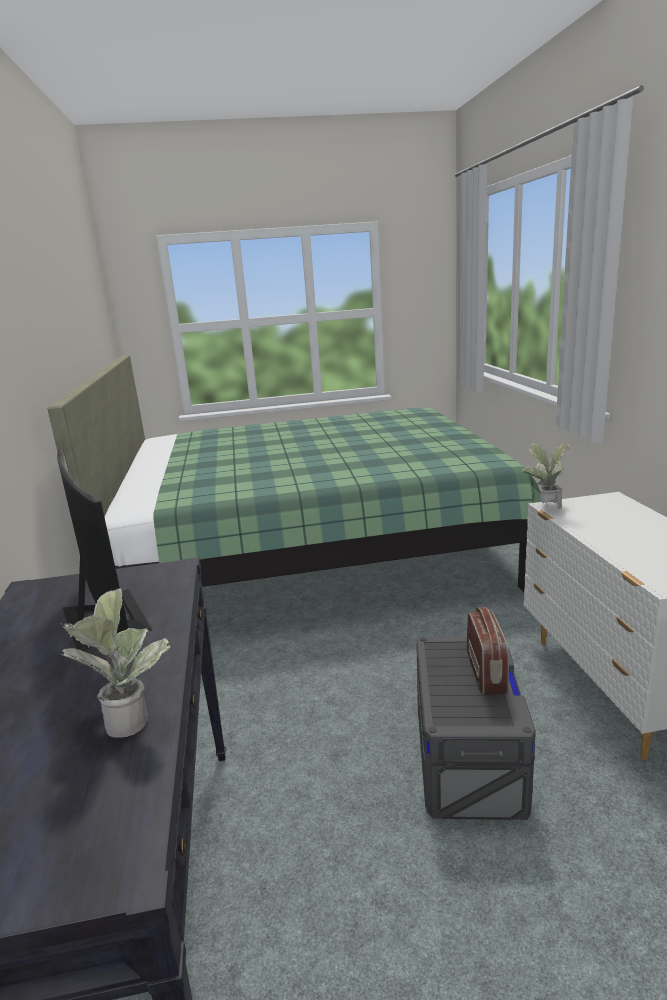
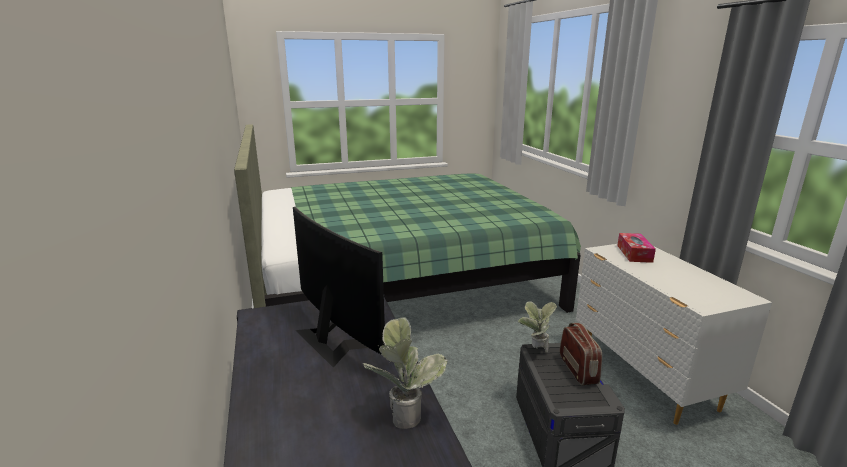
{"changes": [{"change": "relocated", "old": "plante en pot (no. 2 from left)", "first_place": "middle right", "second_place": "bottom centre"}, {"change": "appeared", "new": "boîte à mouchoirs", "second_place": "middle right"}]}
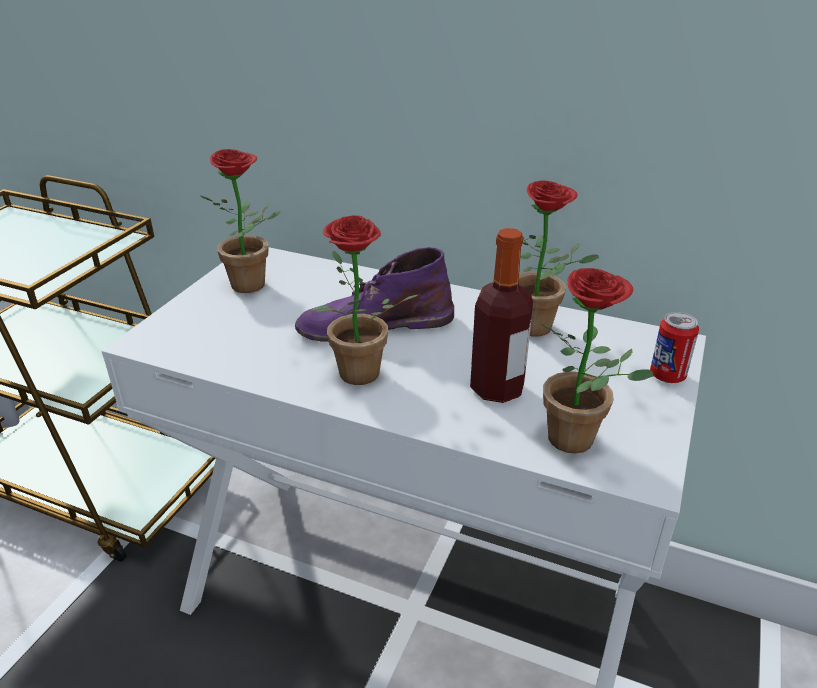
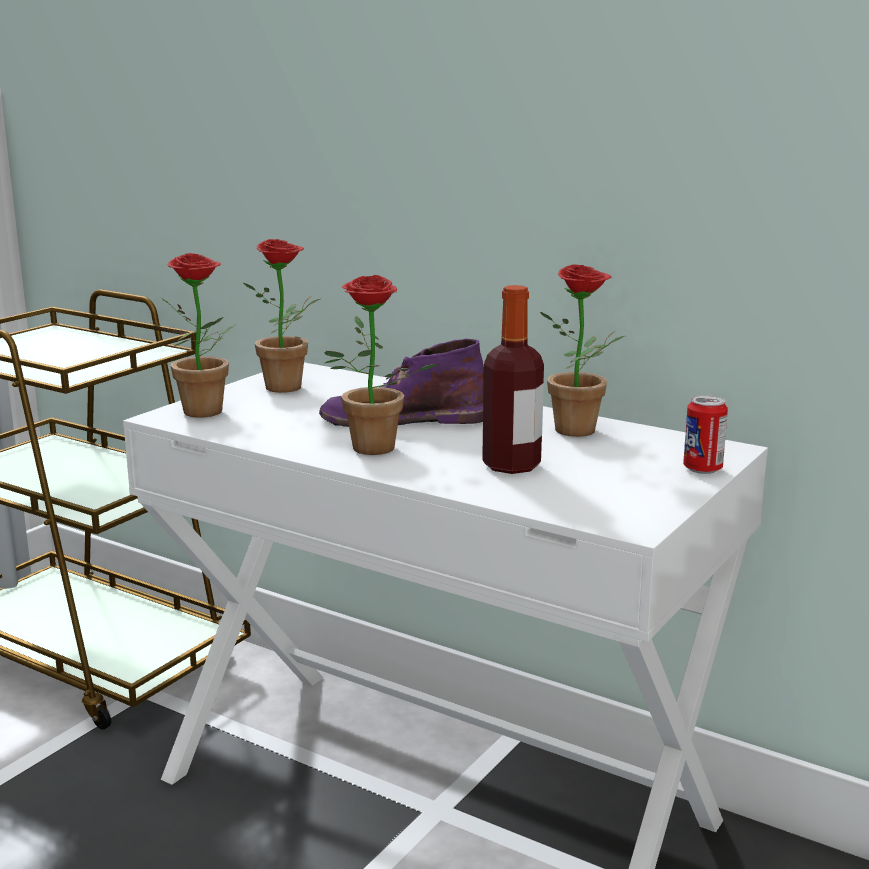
{"changes": [{"change": "relocated", "old": "plante en pot (no. 4 from left in the first image)", "new": "plante en pot (no. 1 from left)", "first_place": "middle right", "second_place": "middle left"}]}
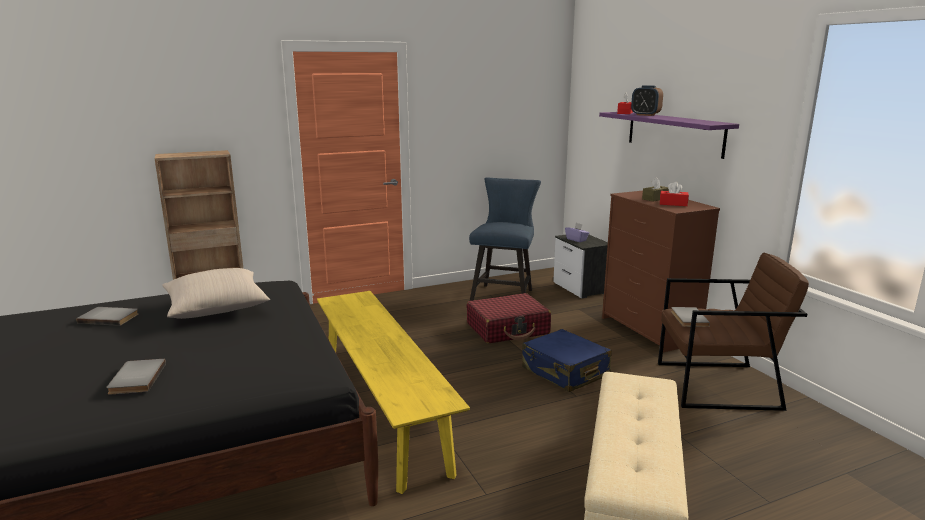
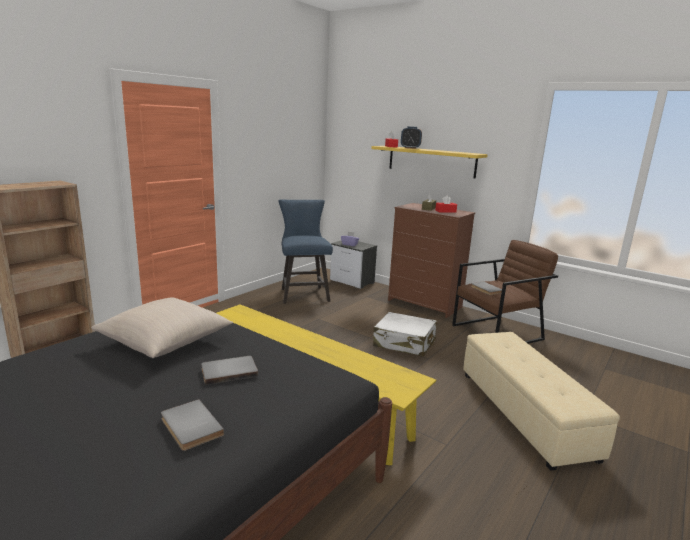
{"changes": [{"change": "relocated", "old": "livre (gris) (no. 1 from left in the first image)", "new": "livre (gris) (no. 2 from left)", "first_place": "middle left", "second_place": "bottom left"}, {"change": "missing", "old": "valise (rouge)", "first_place": "centre"}, {"change": "colour", "old": "valise (bleu)", "new": "valise (blanc)", "first_place": "bottom centre", "second_place": "centre"}, {"change": "colour", "old": "étagère (violet)", "new": "étagère (jaune)", "first_place": "top right", "second_place": "top centre"}]}
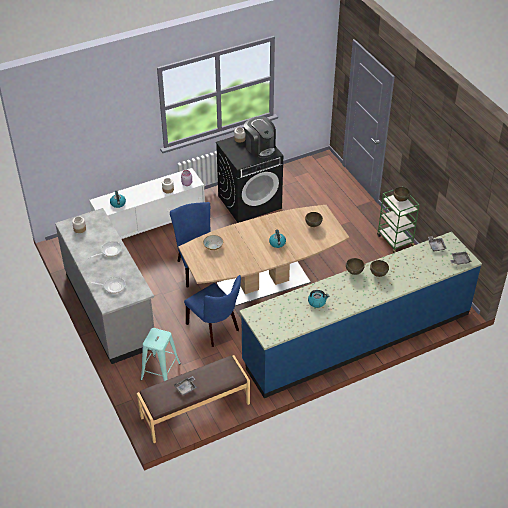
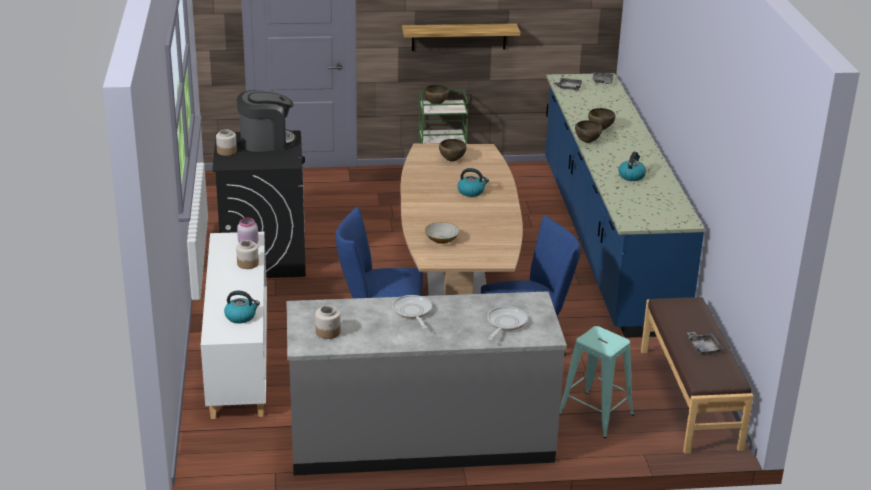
{"changes": [{"change": "appeared", "new": "étagère", "second_place": "top centre"}]}
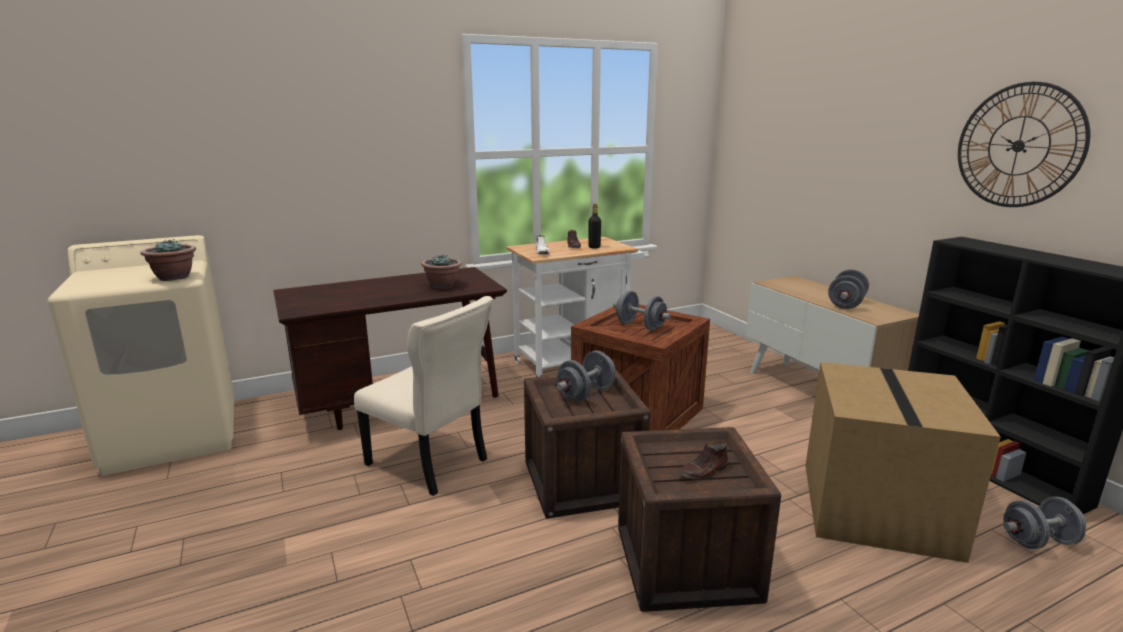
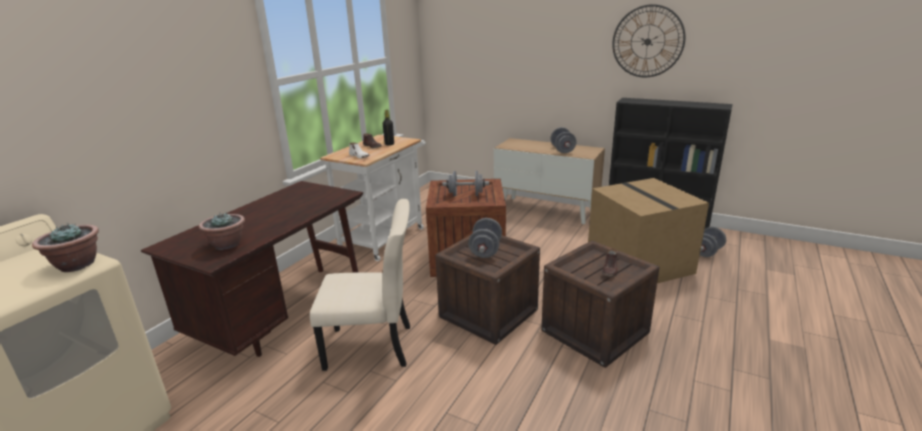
{"changes": [{"change": "relocated", "old": "plante en pot (no. 2 from left)", "first_place": "centre", "second_place": "middle left"}]}
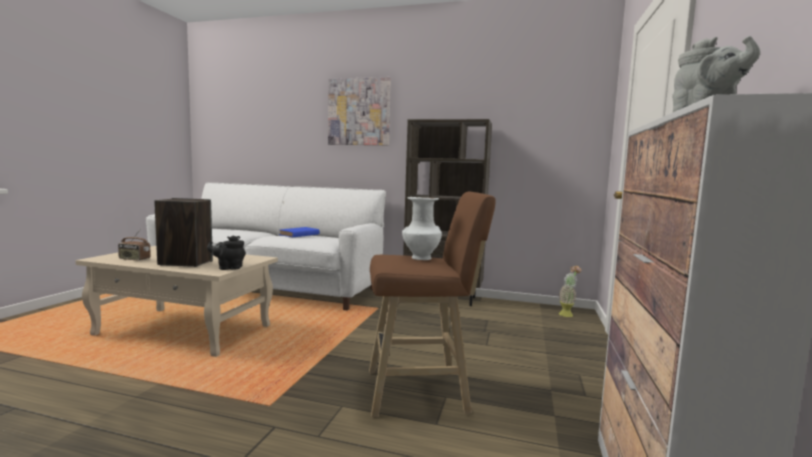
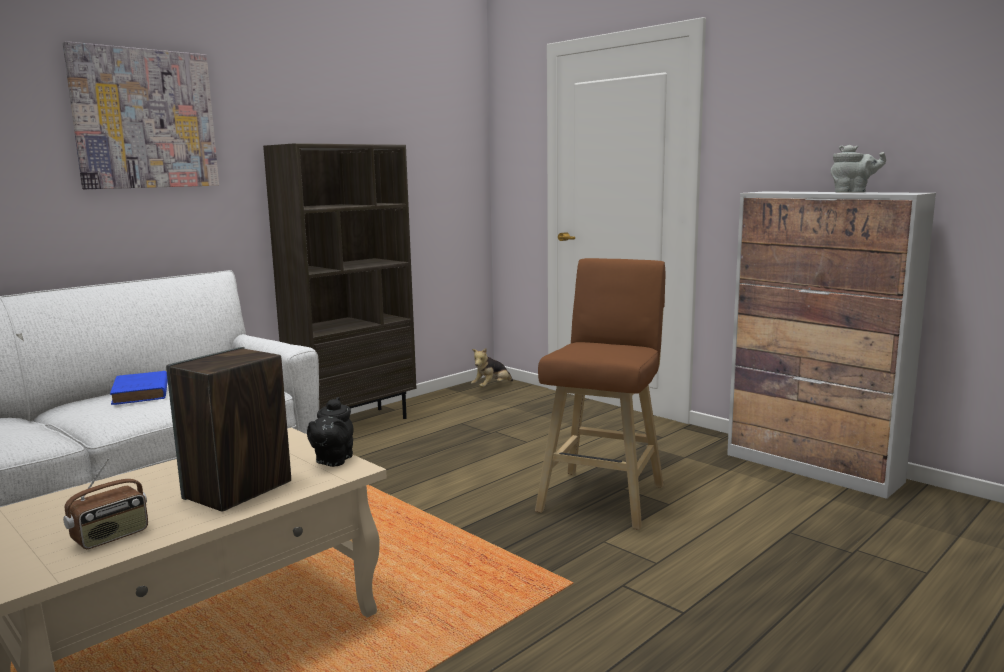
{"changes": [{"change": "missing", "old": "vase (blanc)", "first_place": "centre"}, {"change": "exchanged", "old": "plante en pot", "new": "peluche", "first_place": "middle right", "second_place": "centre"}]}
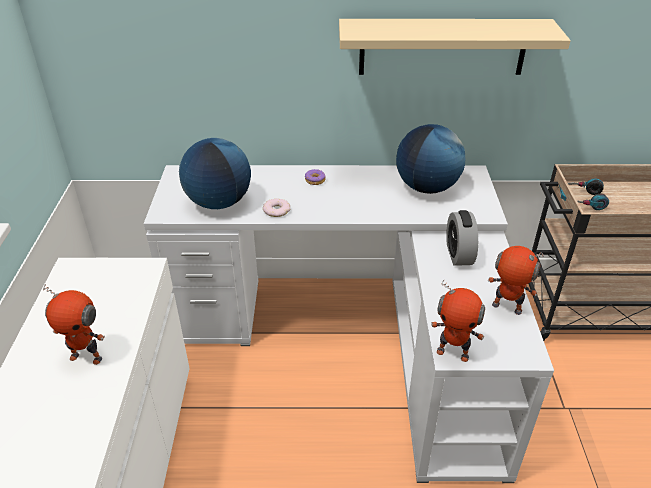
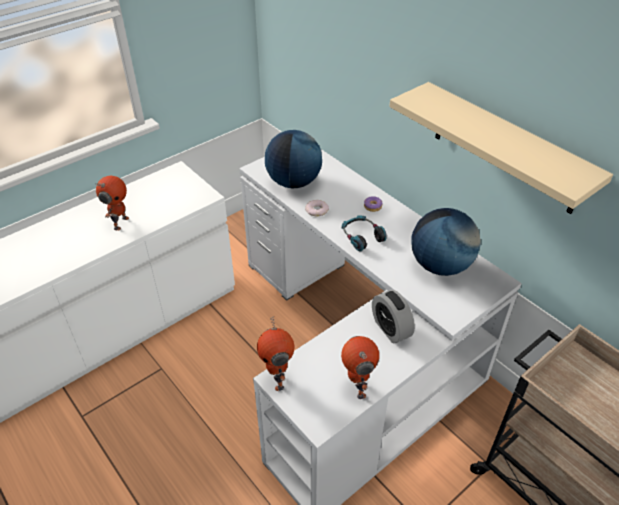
{"changes": [{"change": "spun", "old": "robot jouet (no. 1 from left)", "first_place": "middle left", "second_place": "middle left", "degrees": -135}, {"change": "spun", "old": "réveil", "first_place": "middle right", "second_place": "centre", "degrees": -75}, {"change": "relocated", "old": "casque audio", "first_place": "middle right", "second_place": "centre"}]}
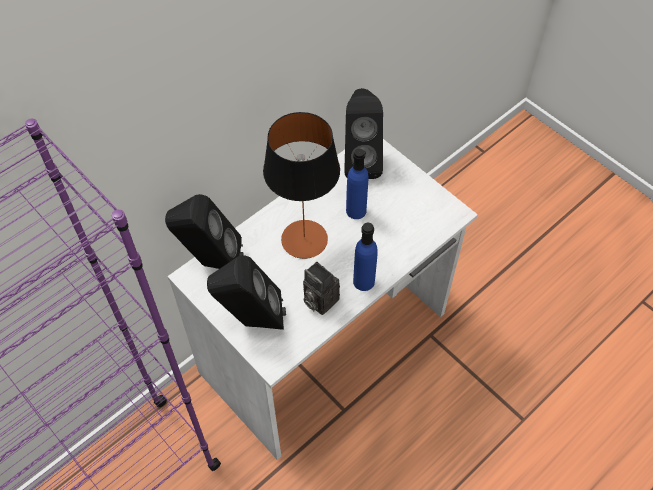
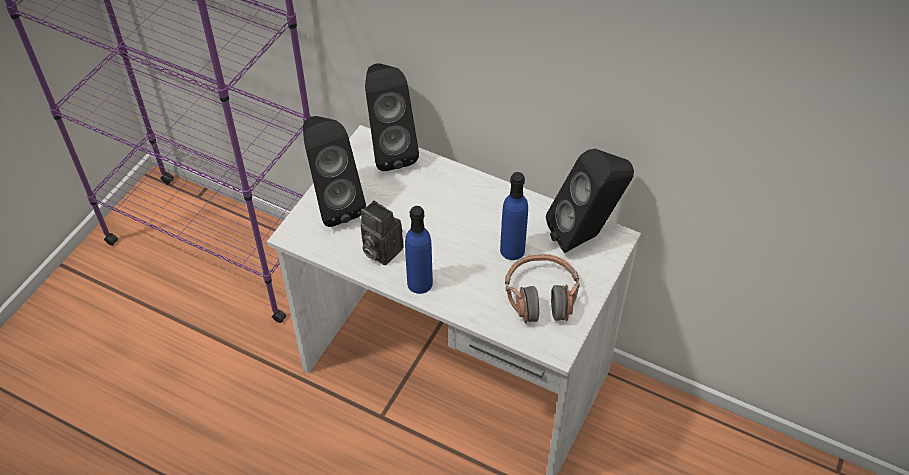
{"changes": [{"change": "missing", "old": "lampe de table", "first_place": "centre"}, {"change": "spun", "old": "appareil photo", "first_place": "centre", "second_place": "centre", "degrees": -75}, {"change": "appeared", "new": "casque audio", "second_place": "centre"}]}
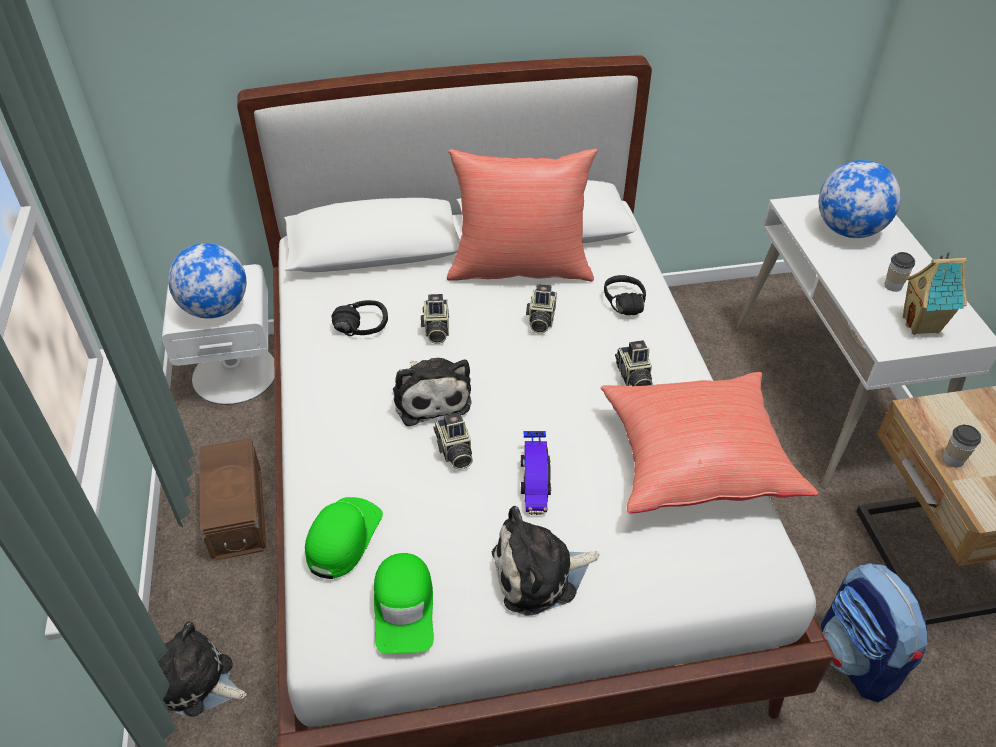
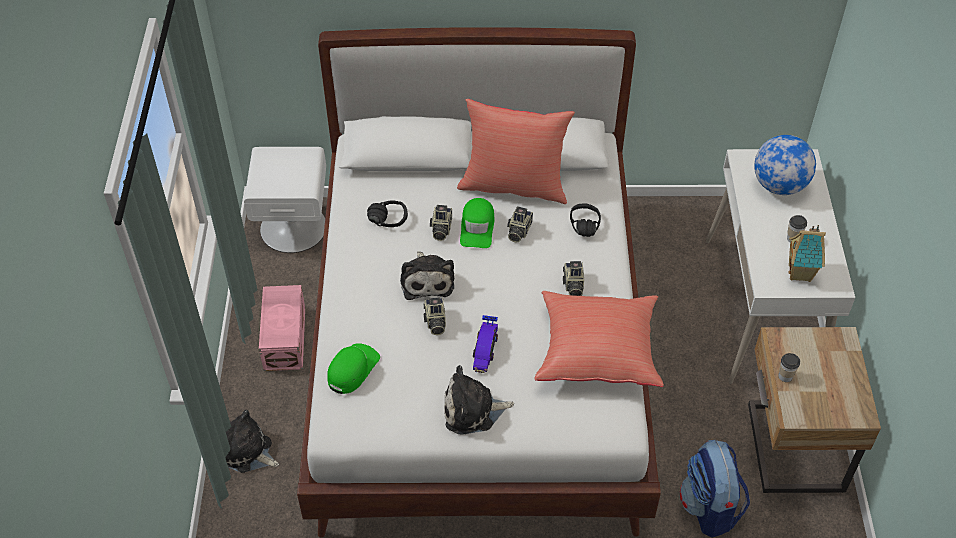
{"changes": [{"change": "missing", "old": "globe (no. 1 from left)", "first_place": "middle left"}, {"change": "colour", "old": "boîte de rangement (marron)", "new": "boîte de rangement (rose)", "first_place": "bottom left", "second_place": "middle left"}, {"change": "relocated", "old": "casquette (vert) (no. 2 from left)", "first_place": "bottom centre", "second_place": "centre"}]}
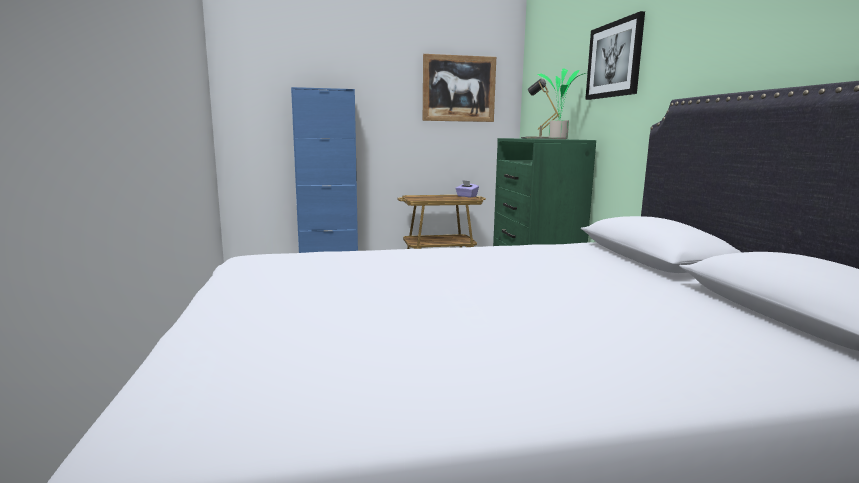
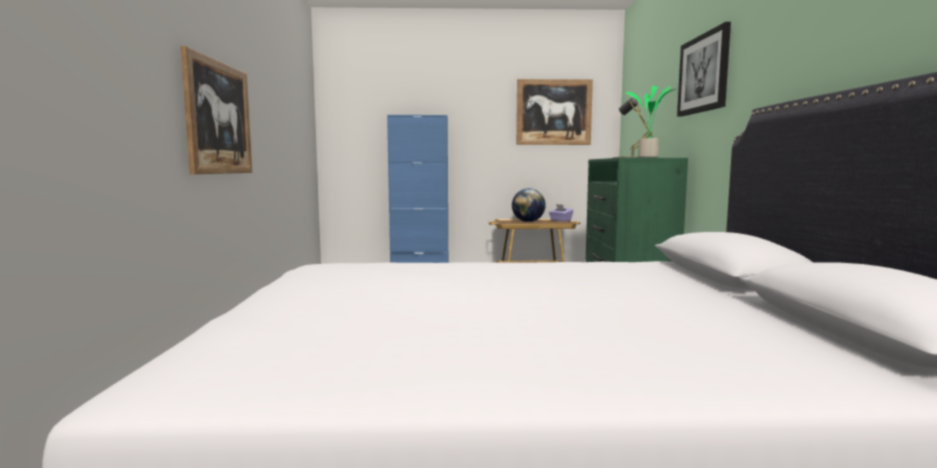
{"changes": [{"change": "appeared", "new": "tableau (no. 1 from left)", "second_place": "top left"}, {"change": "appeared", "new": "globe", "second_place": "centre"}]}
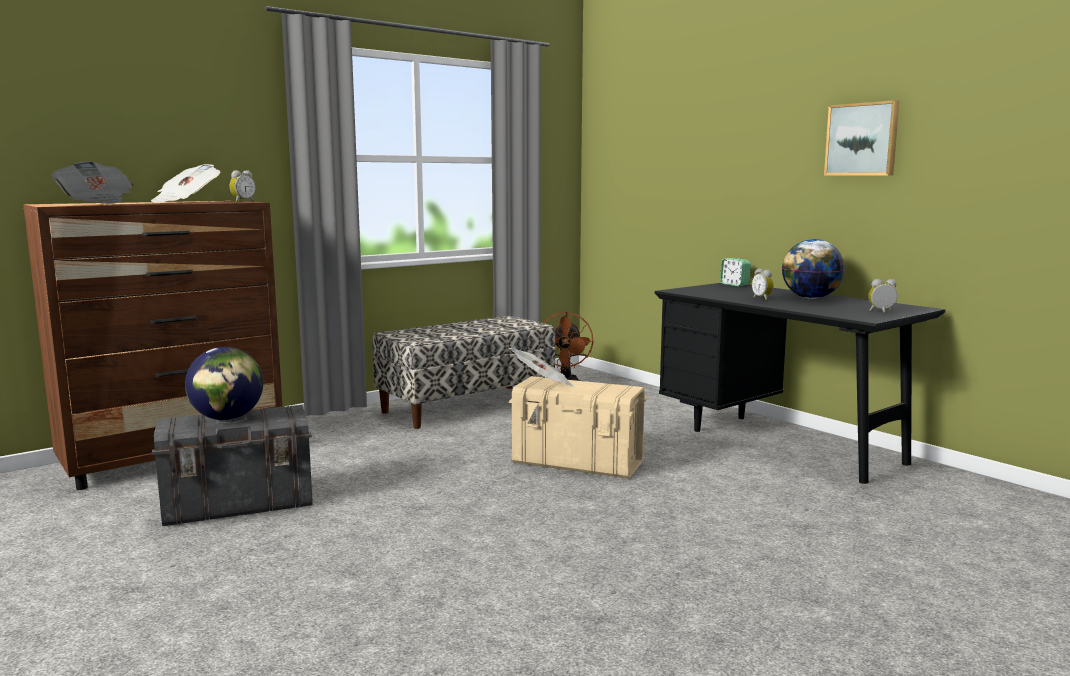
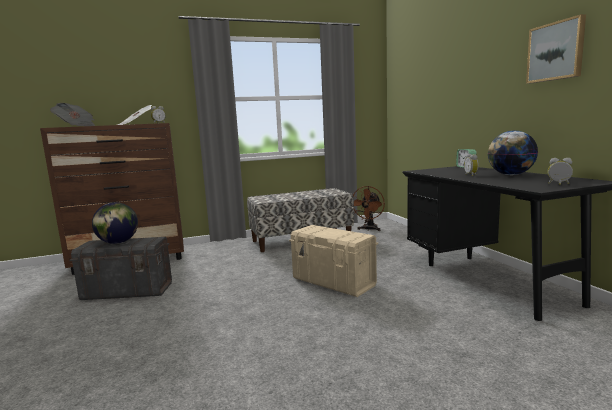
{"changes": [{"change": "missing", "old": "journal (no. 3 from left)", "first_place": "centre"}]}
